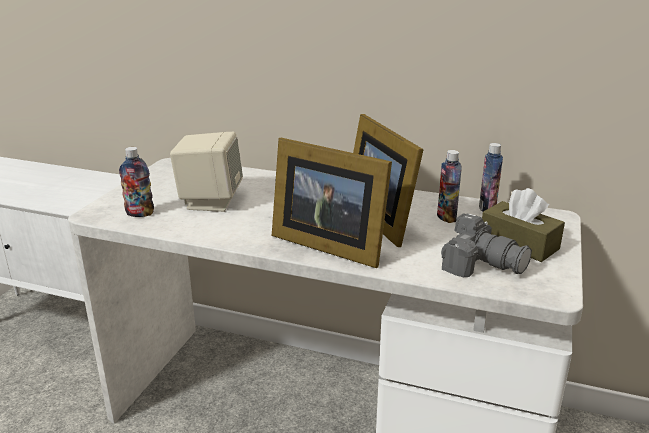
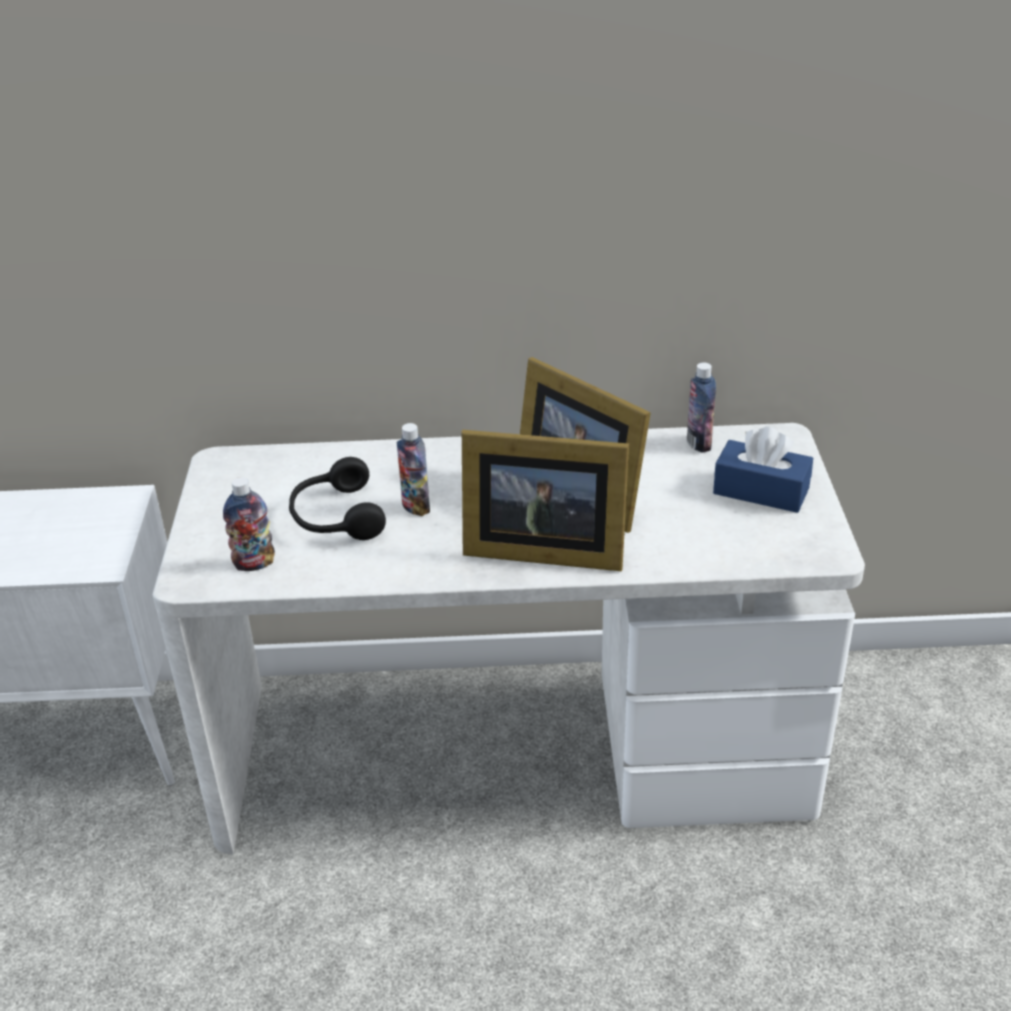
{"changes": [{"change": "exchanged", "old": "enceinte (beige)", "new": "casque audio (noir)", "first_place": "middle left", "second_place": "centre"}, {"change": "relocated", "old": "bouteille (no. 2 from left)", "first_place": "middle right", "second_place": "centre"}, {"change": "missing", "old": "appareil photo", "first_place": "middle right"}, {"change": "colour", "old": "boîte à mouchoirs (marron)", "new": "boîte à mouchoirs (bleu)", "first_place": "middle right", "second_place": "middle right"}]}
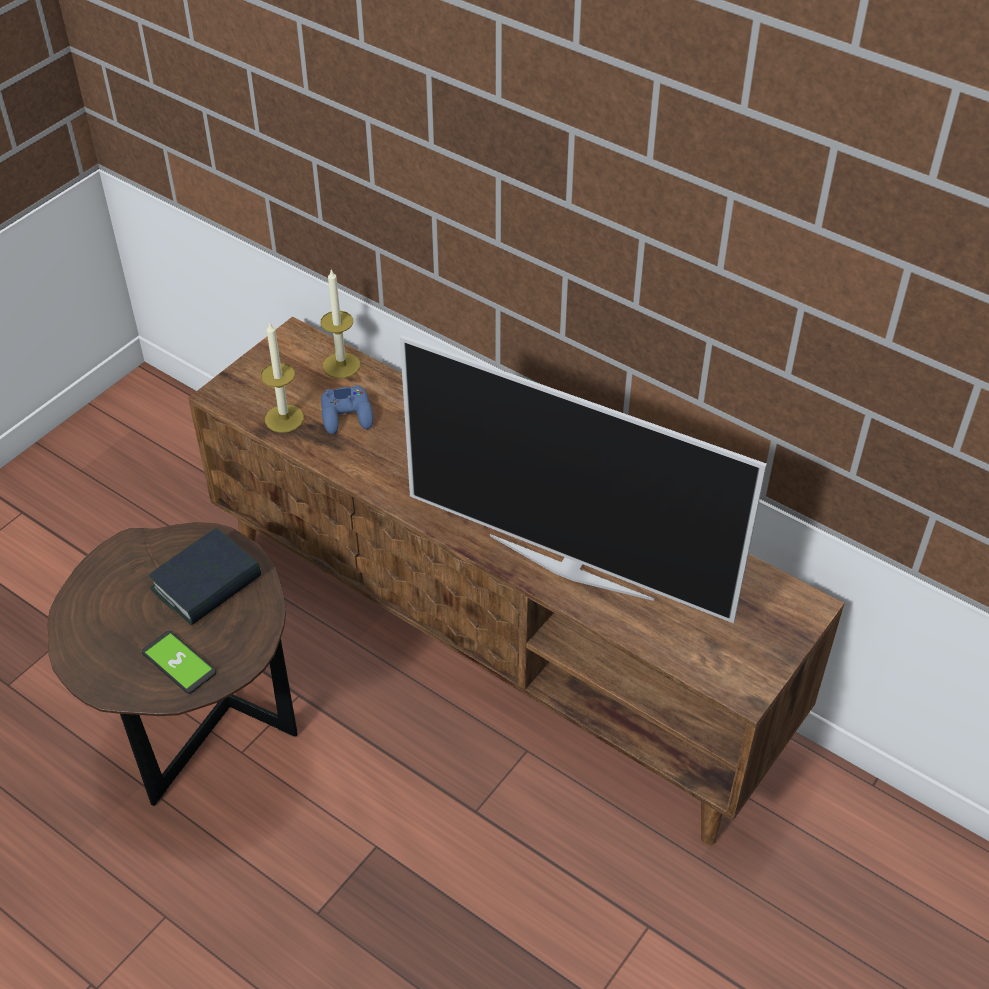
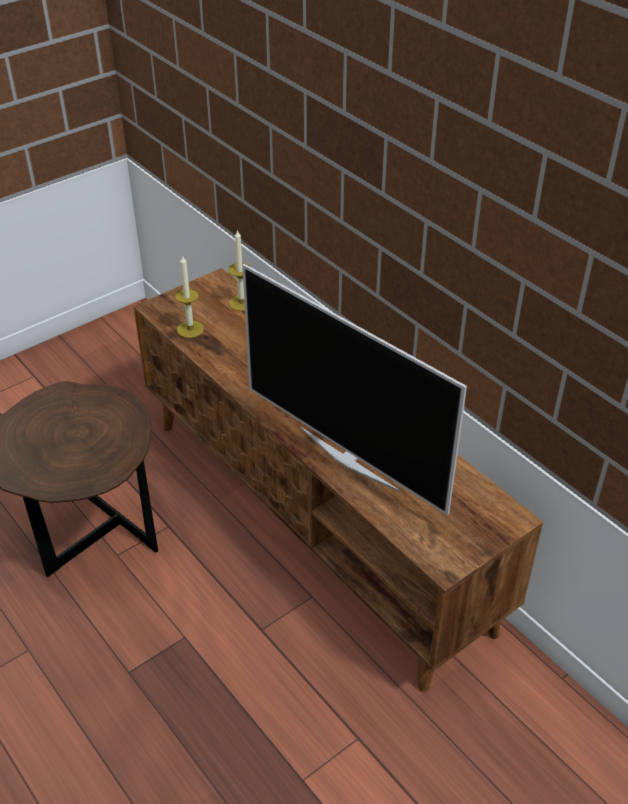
{"changes": [{"change": "missing", "old": "téléphone", "first_place": "bottom left"}, {"change": "missing", "old": "livre", "first_place": "middle left"}, {"change": "missing", "old": "manette (bleu)", "first_place": "centre"}]}
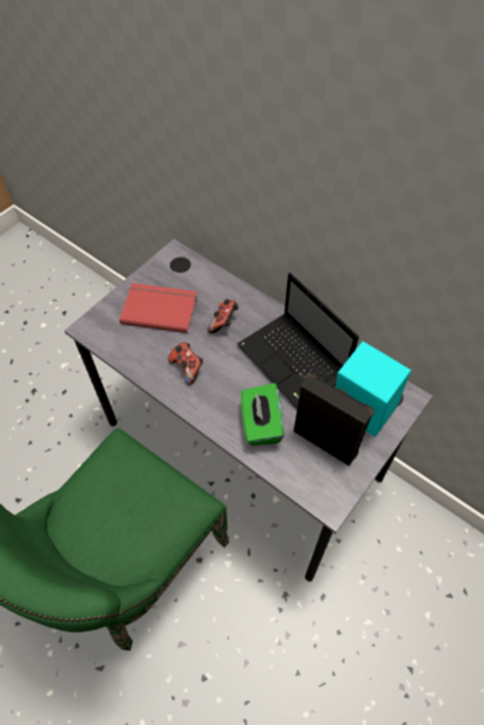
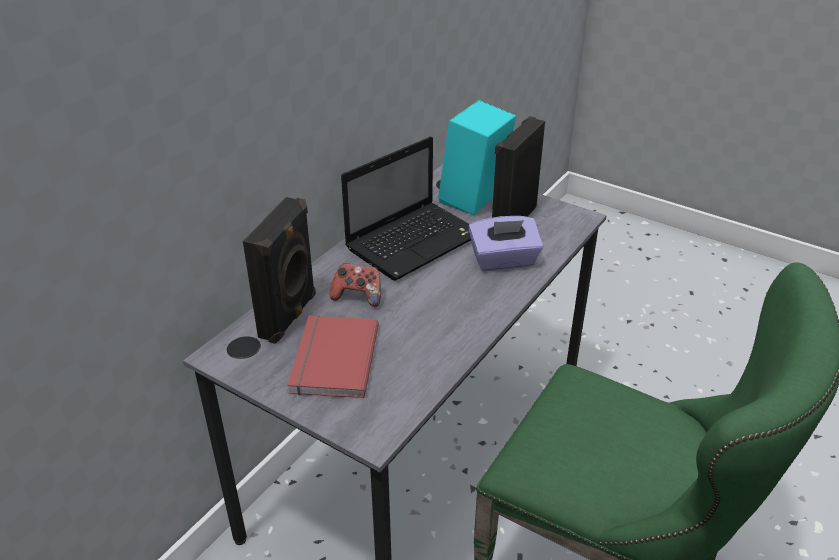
{"changes": [{"change": "missing", "old": "manette (no. 1 from left)", "first_place": "centre"}, {"change": "colour", "old": "boîte à mouchoirs (vert)", "new": "boîte à mouchoirs (violet)", "first_place": "centre", "second_place": "centre"}, {"change": "appeared", "new": "enceinte (noir) (no. 1 from left)", "second_place": "middle left"}]}
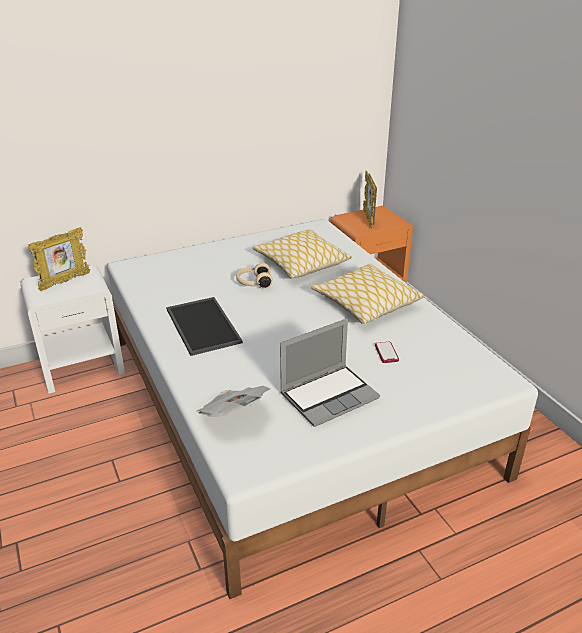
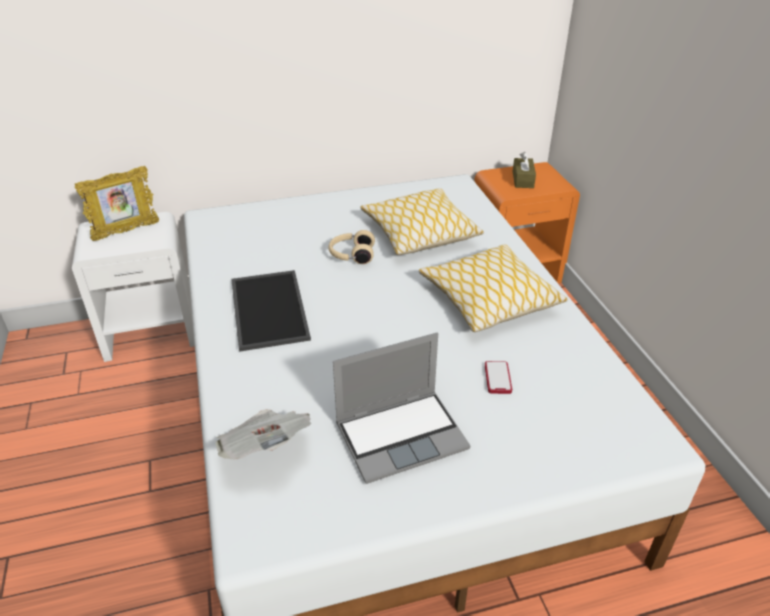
{"changes": [{"change": "exchanged", "old": "cadre photo (no. 2 from left)", "new": "boîte à mouchoirs (marron)", "first_place": "top centre", "second_place": "top right"}]}
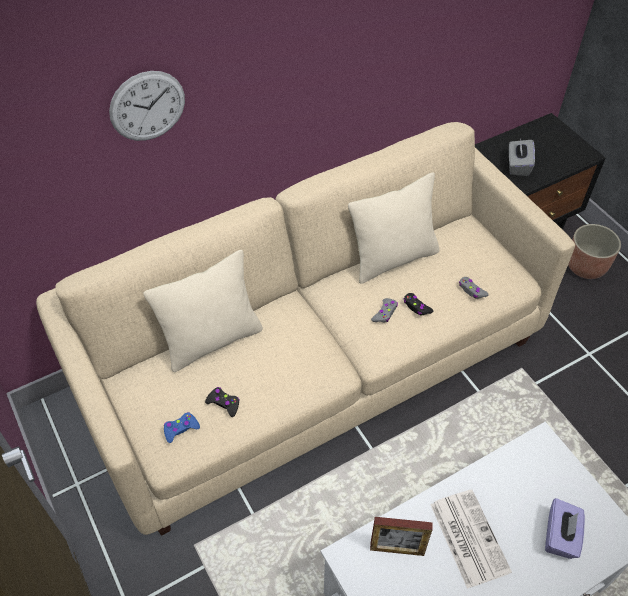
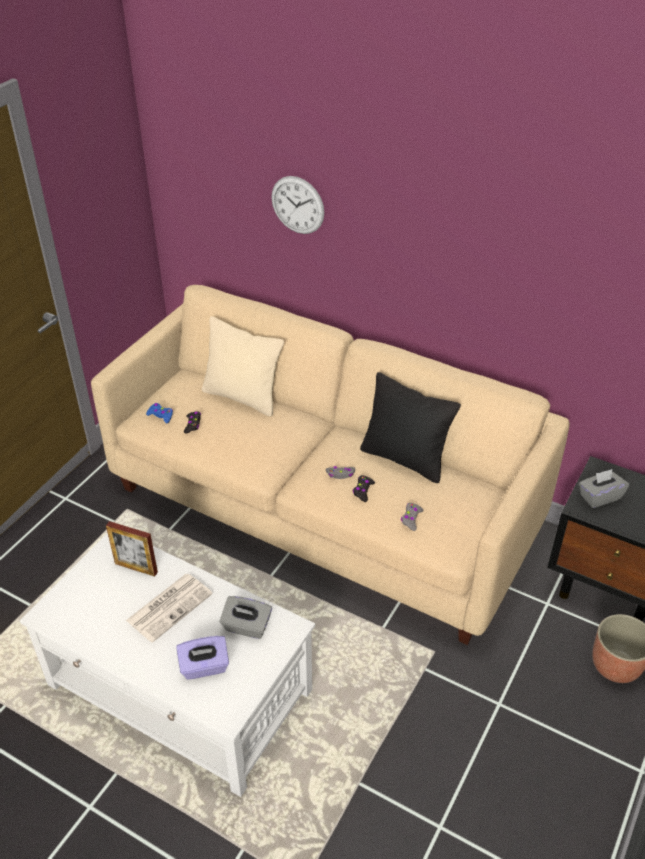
{"changes": [{"change": "colour", "old": "coussin (beige) (no. 2 from left)", "new": "coussin (noir)", "first_place": "centre", "second_place": "centre"}, {"change": "spun", "old": "cadre photo", "first_place": "bottom centre", "second_place": "middle left", "degrees": -45}, {"change": "appeared", "new": "boîte à mouchoirs (gris) (no. 1 from left)", "second_place": "bottom centre"}]}
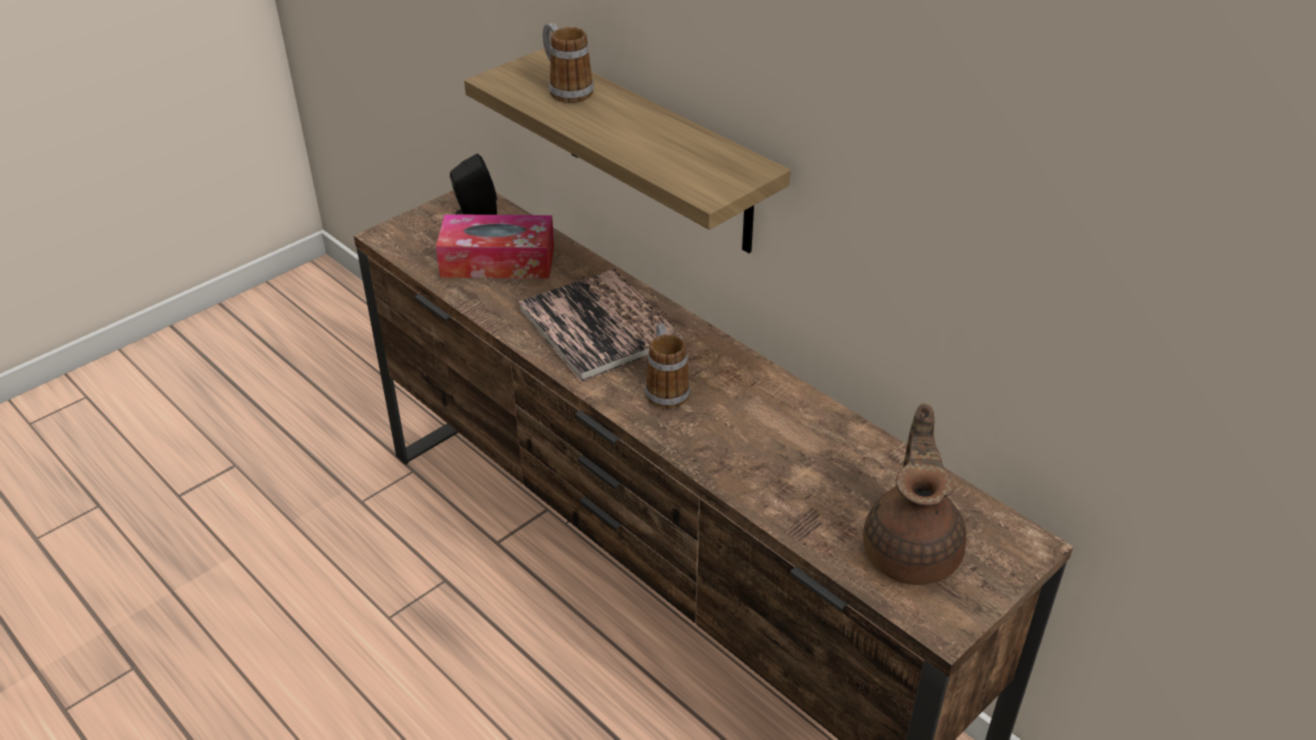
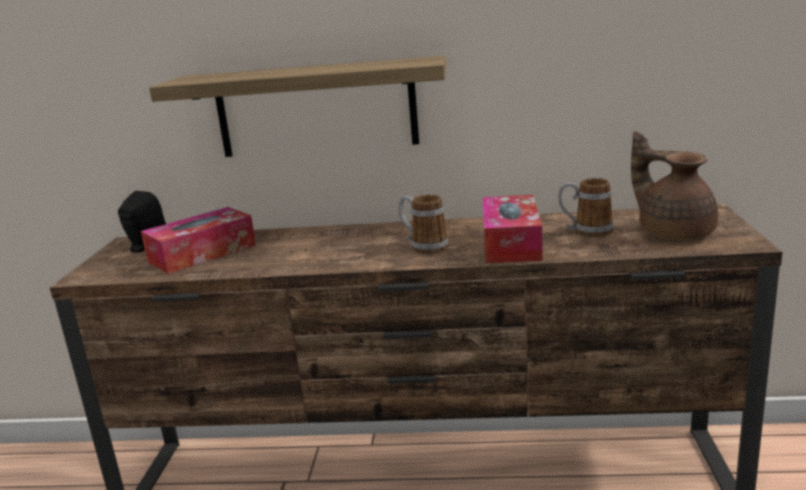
{"changes": [{"change": "missing", "old": "livre", "first_place": "centre"}, {"change": "relocated", "old": "mug (no. 1 from left in the first image)", "new": "mug (no. 2 from left)", "first_place": "top centre", "second_place": "middle right"}, {"change": "appeared", "new": "boîte à mouchoirs (no. 2 from left)", "second_place": "centre"}]}
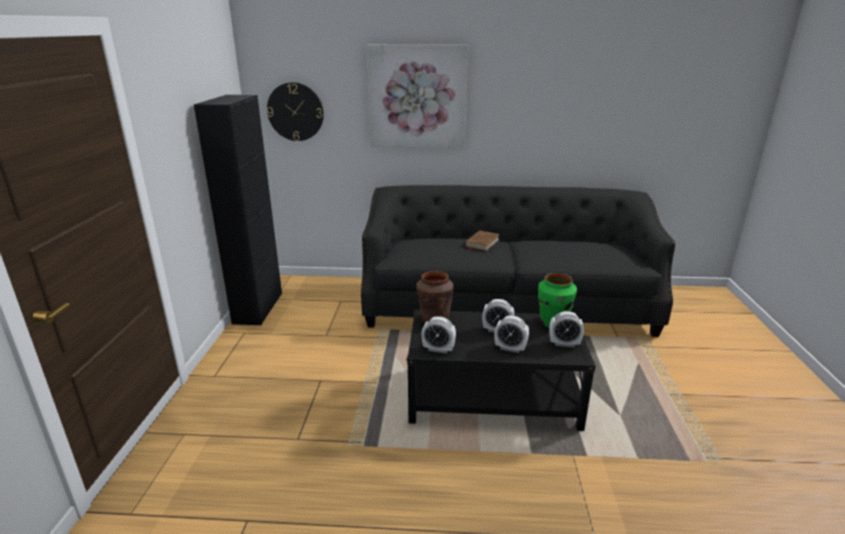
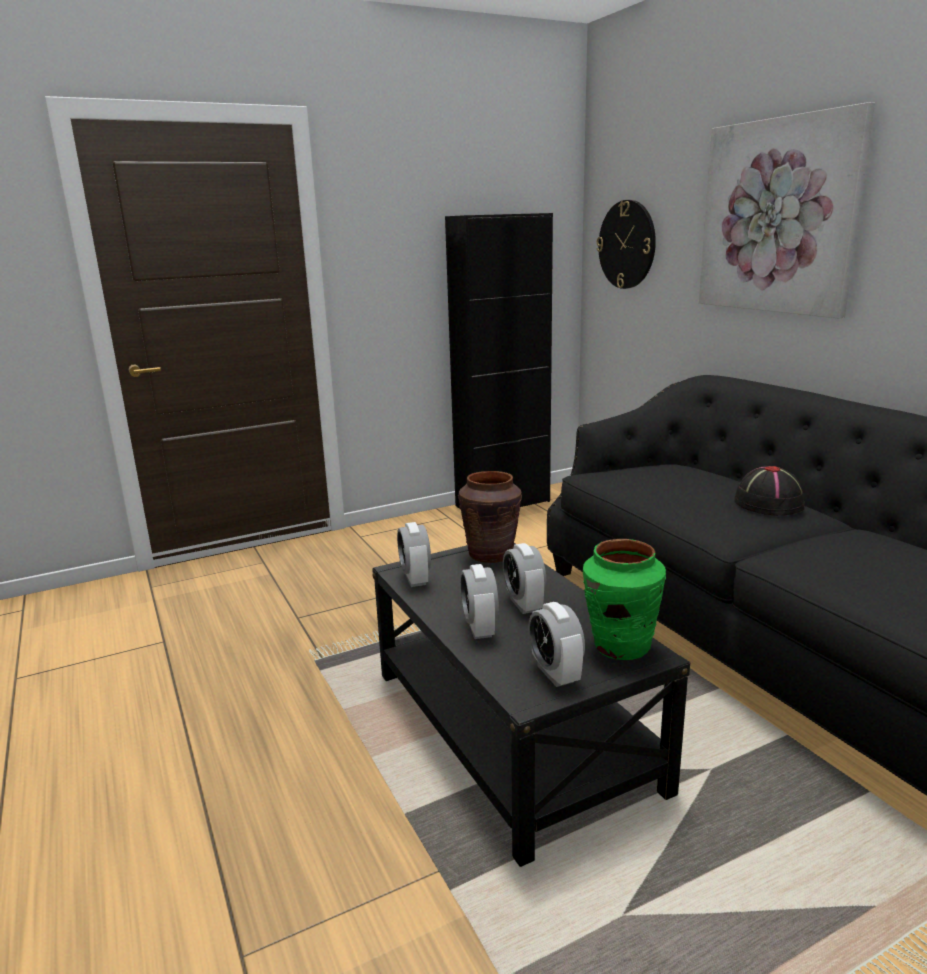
{"changes": [{"change": "exchanged", "old": "livre (marron)", "new": "chapeau (noir)", "first_place": "centre", "second_place": "middle right"}]}
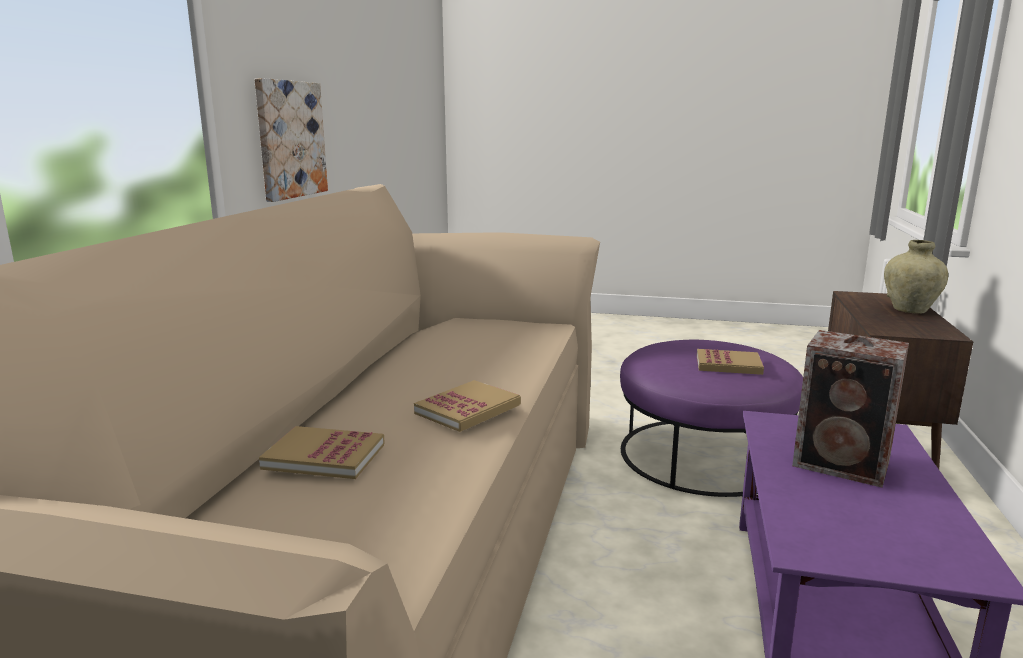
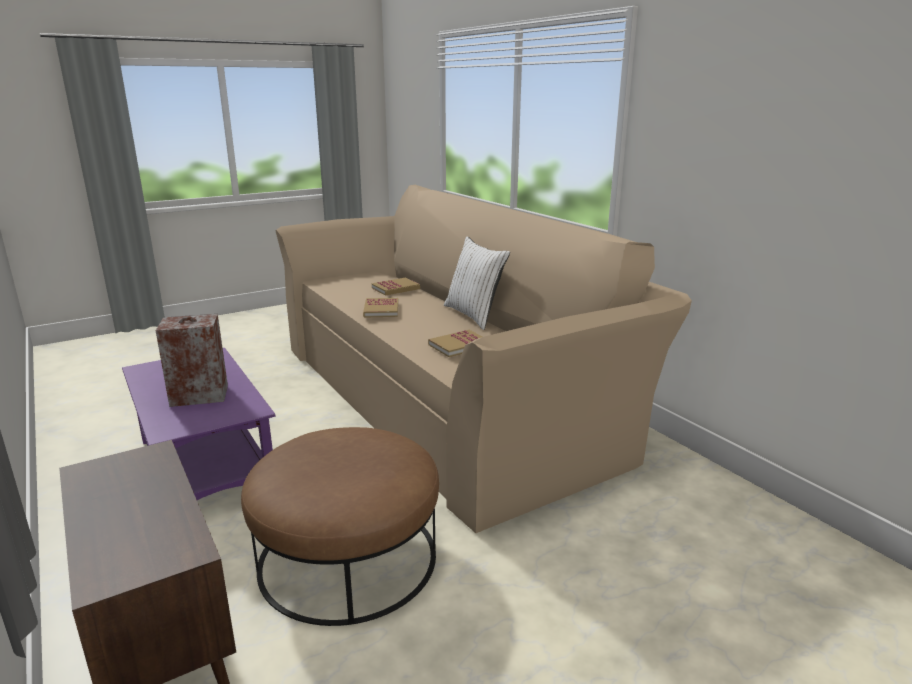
{"changes": [{"change": "missing", "old": "tableau", "first_place": "top left"}, {"change": "colour", "old": "pouf (violet)", "new": "pouf (marron)", "first_place": "middle right", "second_place": "bottom centre"}, {"change": "relocated", "old": "livre (no. 3 from left)", "first_place": "middle right", "second_place": "centre"}, {"change": "missing", "old": "vase (beige)", "first_place": "middle right"}, {"change": "appeared", "new": "coussin (blanc)", "second_place": "centre"}]}
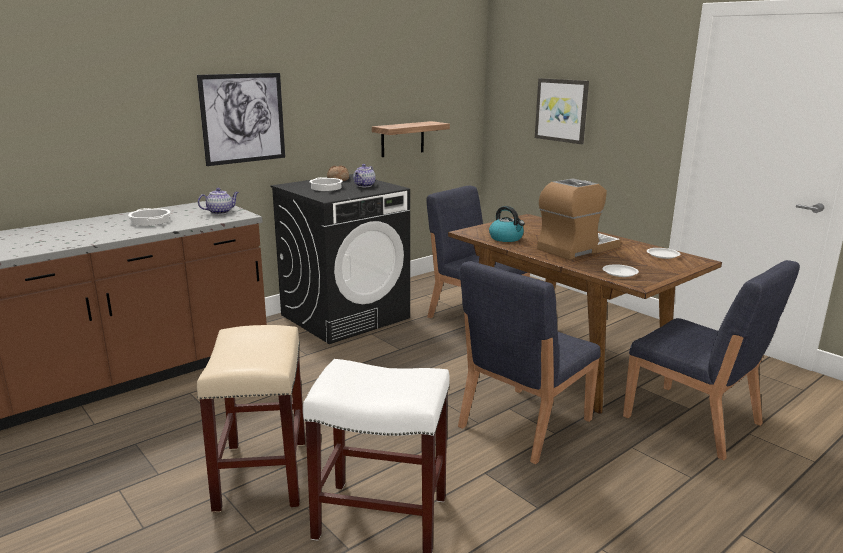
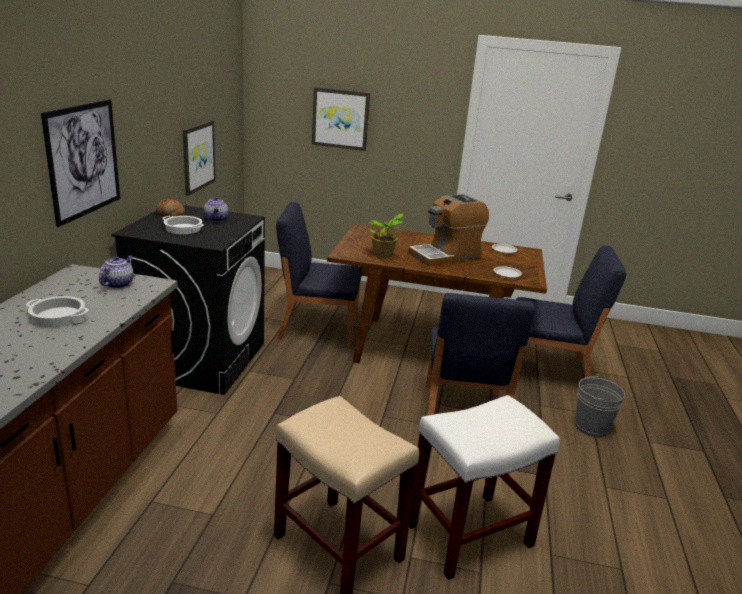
{"changes": [{"change": "exchanged", "old": "étagère", "new": "tableau (no. 2 from left)", "first_place": "top centre", "second_place": "top left"}, {"change": "exchanged", "old": "bouilloire", "new": "plante en pot", "first_place": "centre", "second_place": "centre"}, {"change": "spun", "old": "machine à café", "first_place": "middle right", "second_place": "centre", "degrees": -135}, {"change": "appeared", "new": "seau (gris)", "second_place": "bottom right"}]}
